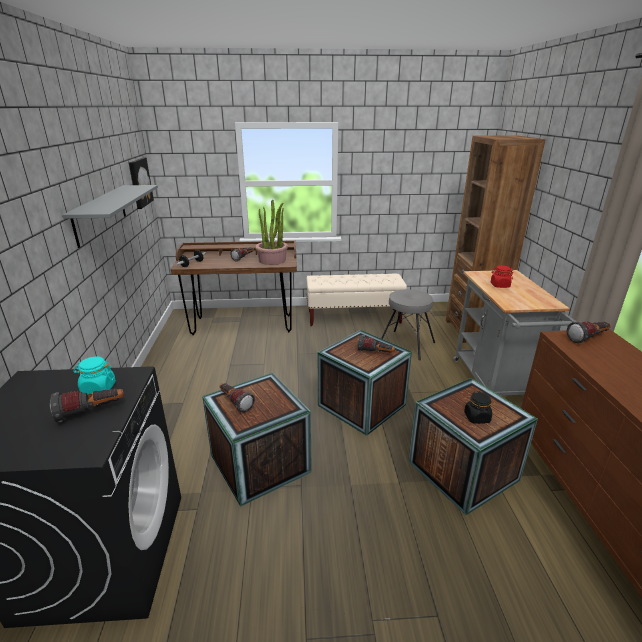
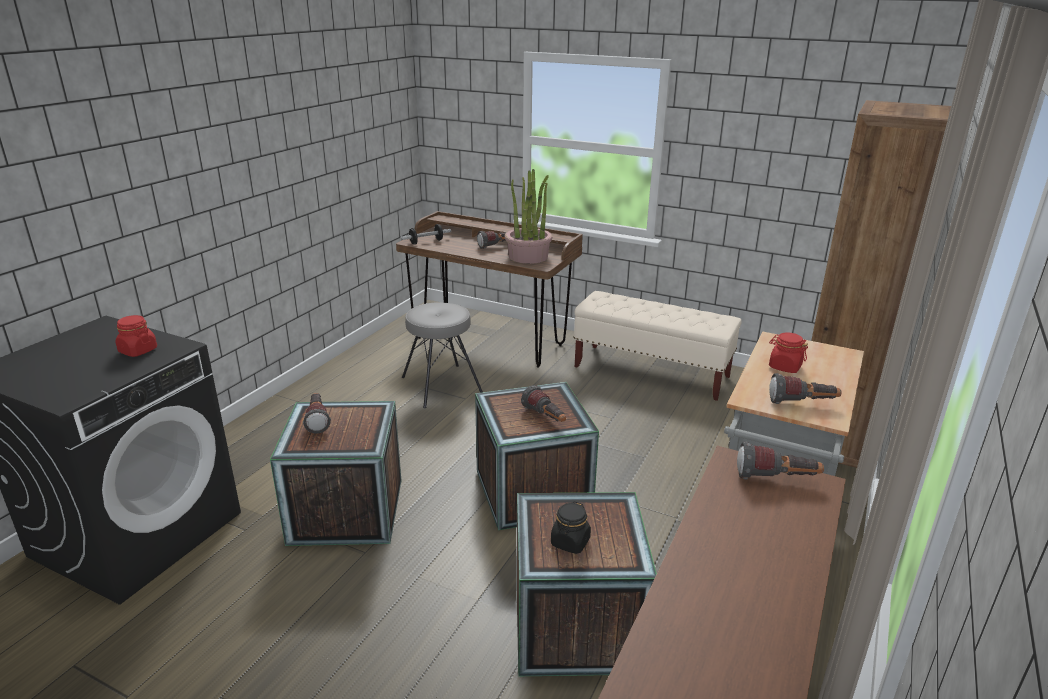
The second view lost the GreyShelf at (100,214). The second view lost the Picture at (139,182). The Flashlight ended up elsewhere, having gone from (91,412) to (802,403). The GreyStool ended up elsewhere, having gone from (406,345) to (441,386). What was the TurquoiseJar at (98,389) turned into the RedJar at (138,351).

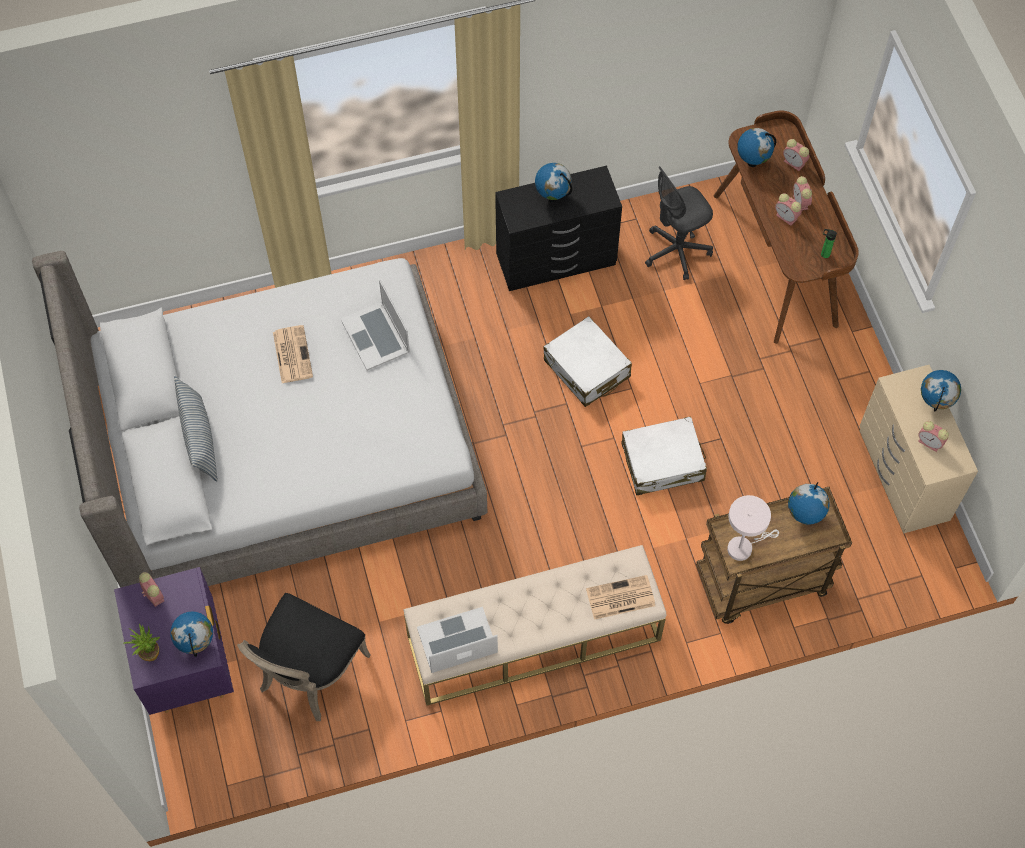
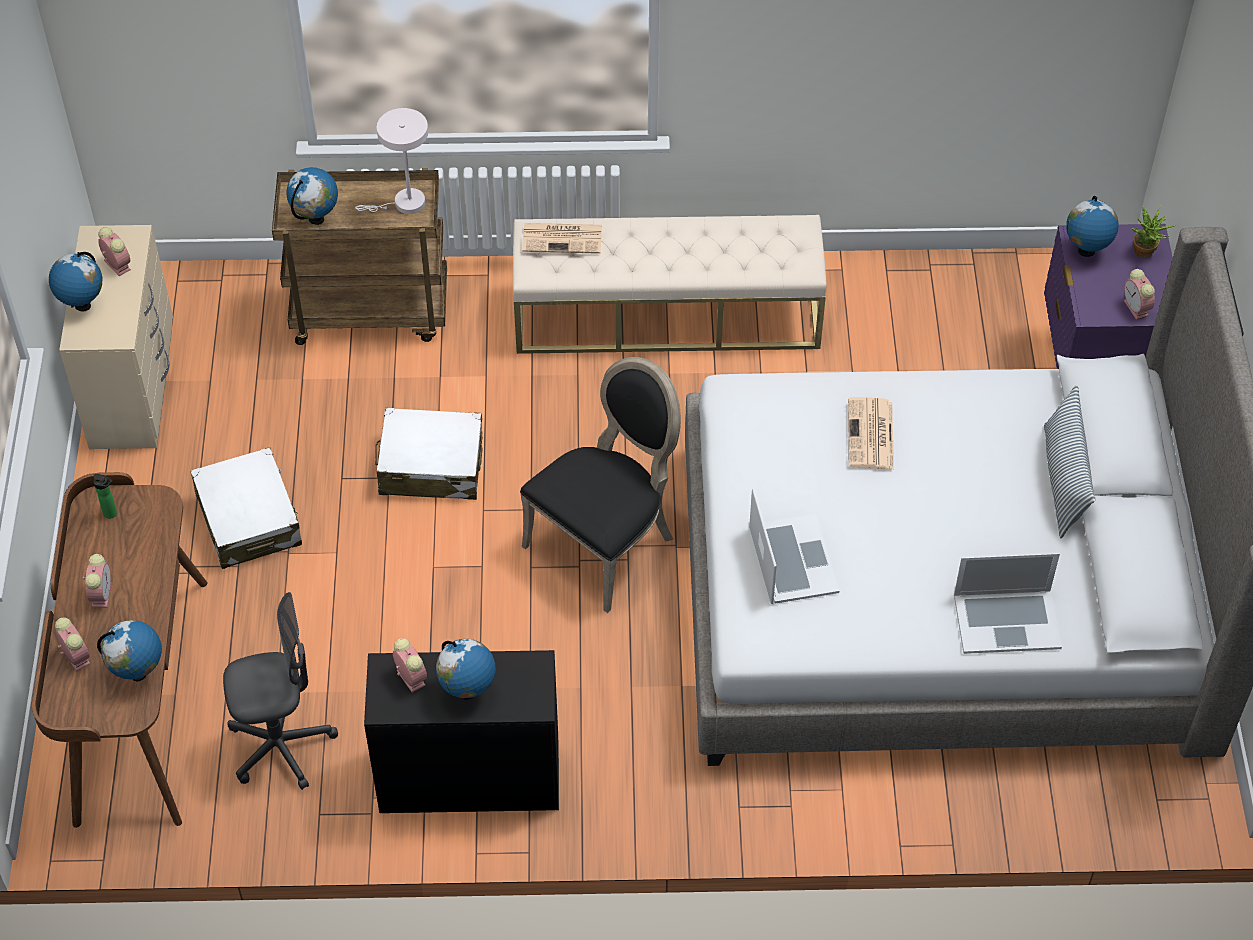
The BlackChair ended up elsewhere, having gone from (309,674) to (606,542). The Newspaper ended up elsewhere, having gone from (292,354) to (871,435). The Laptop ended up elsewhere, having gone from (457,641) to (1006,620). The WhiteSuitcase ended up elsewhere, having gone from (586,369) to (249,519). The AlarmClock ended up elsewhere, having gone from (787,217) to (410,677).

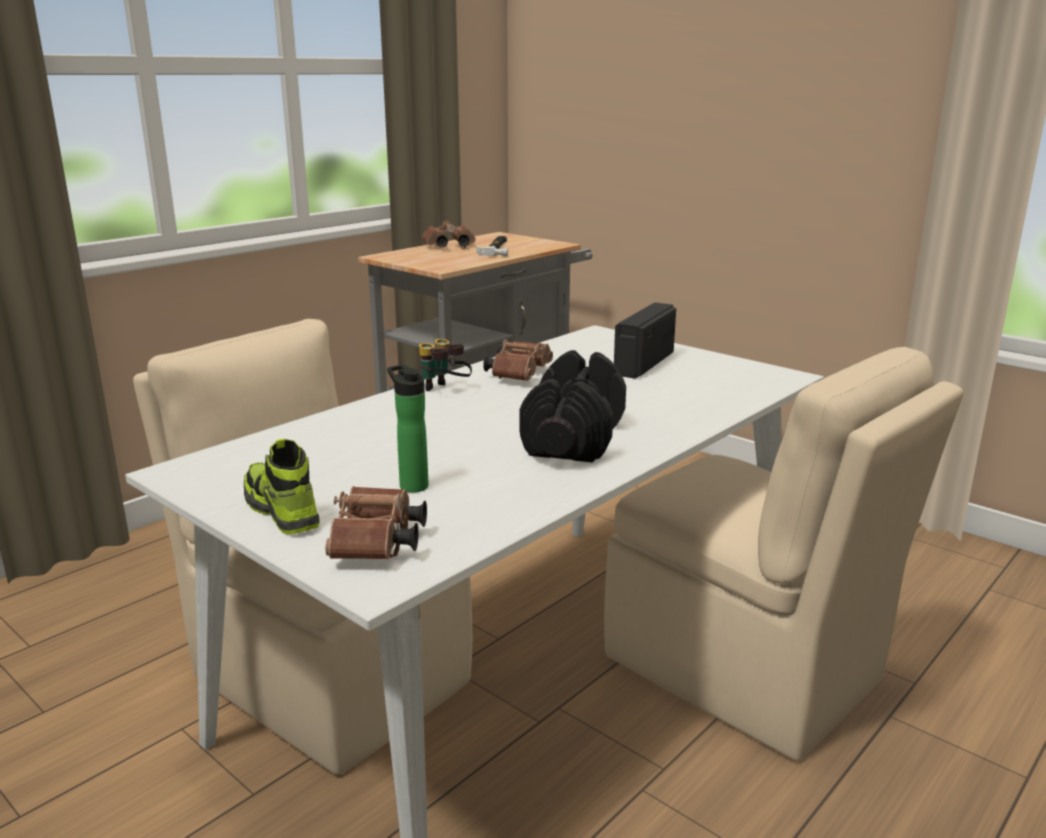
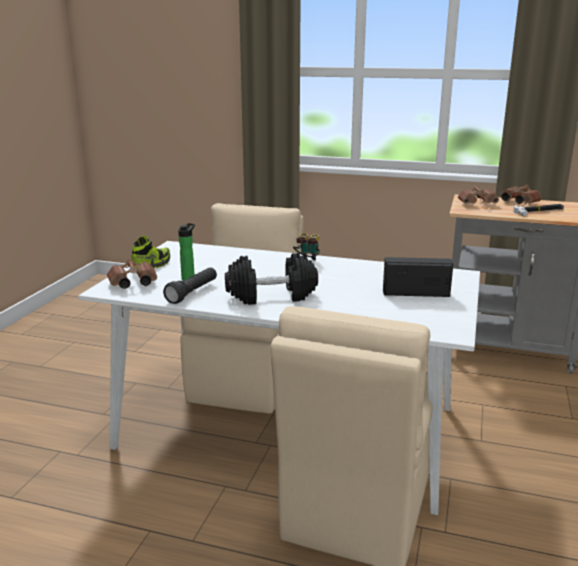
The second view gained the BlackFlashlight at (192,293). The BrownBinoculars ended up elsewhere, having gone from (519,374) to (477,204).

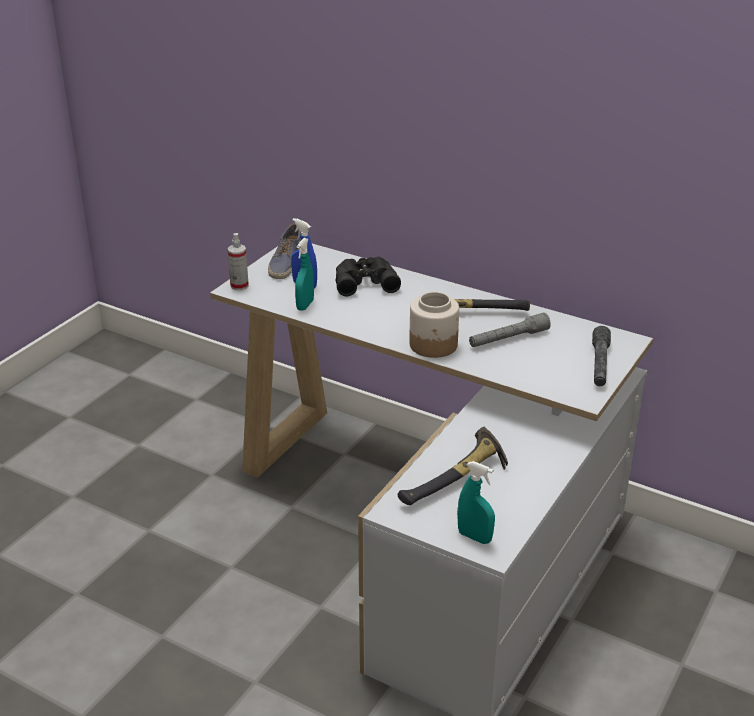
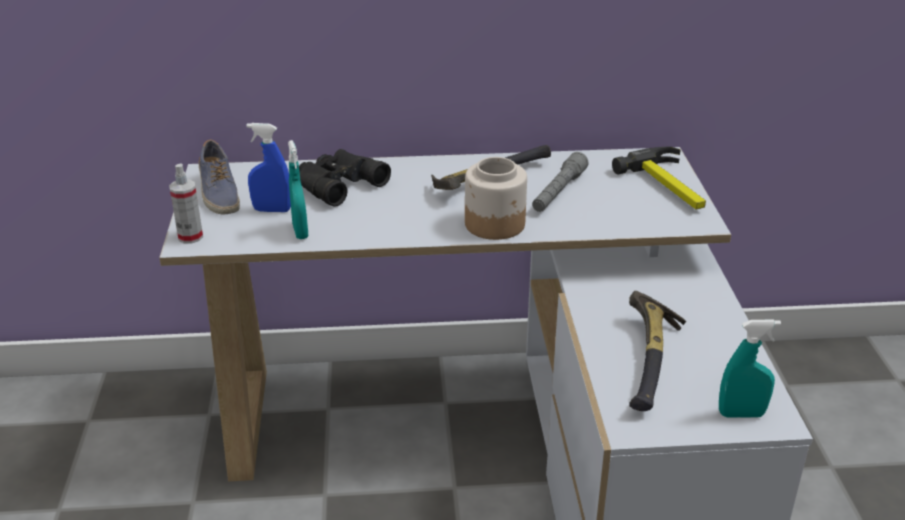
Where the GreyFlashlight stood at (599,364), the Hammer came to stand at (670,186).

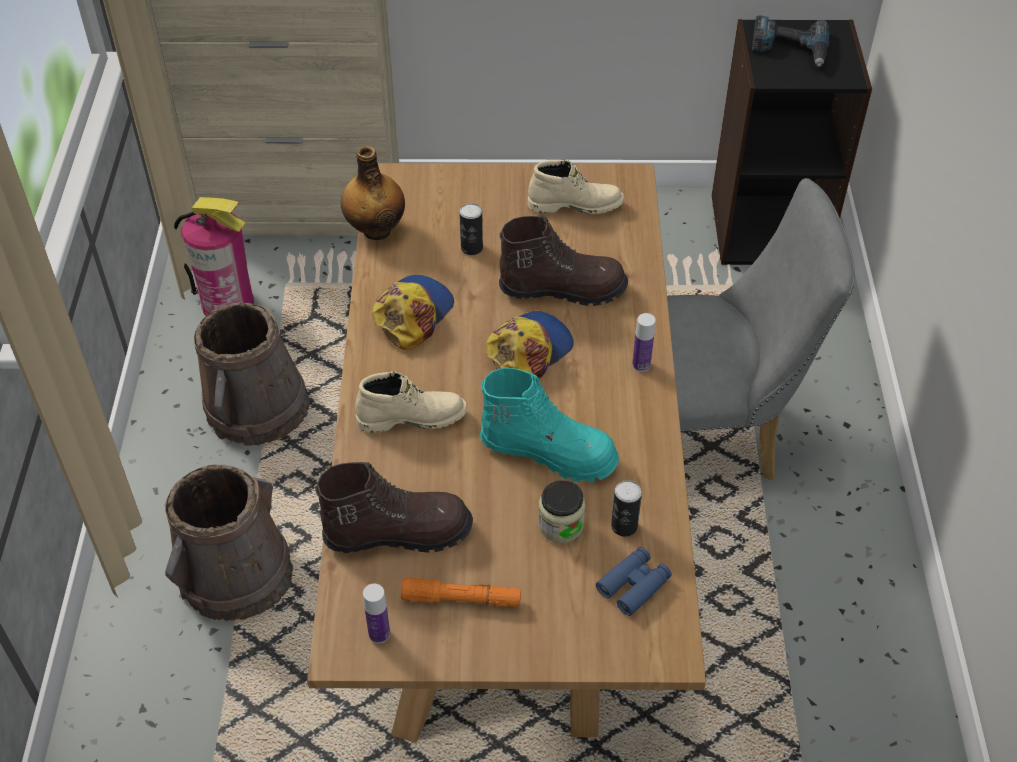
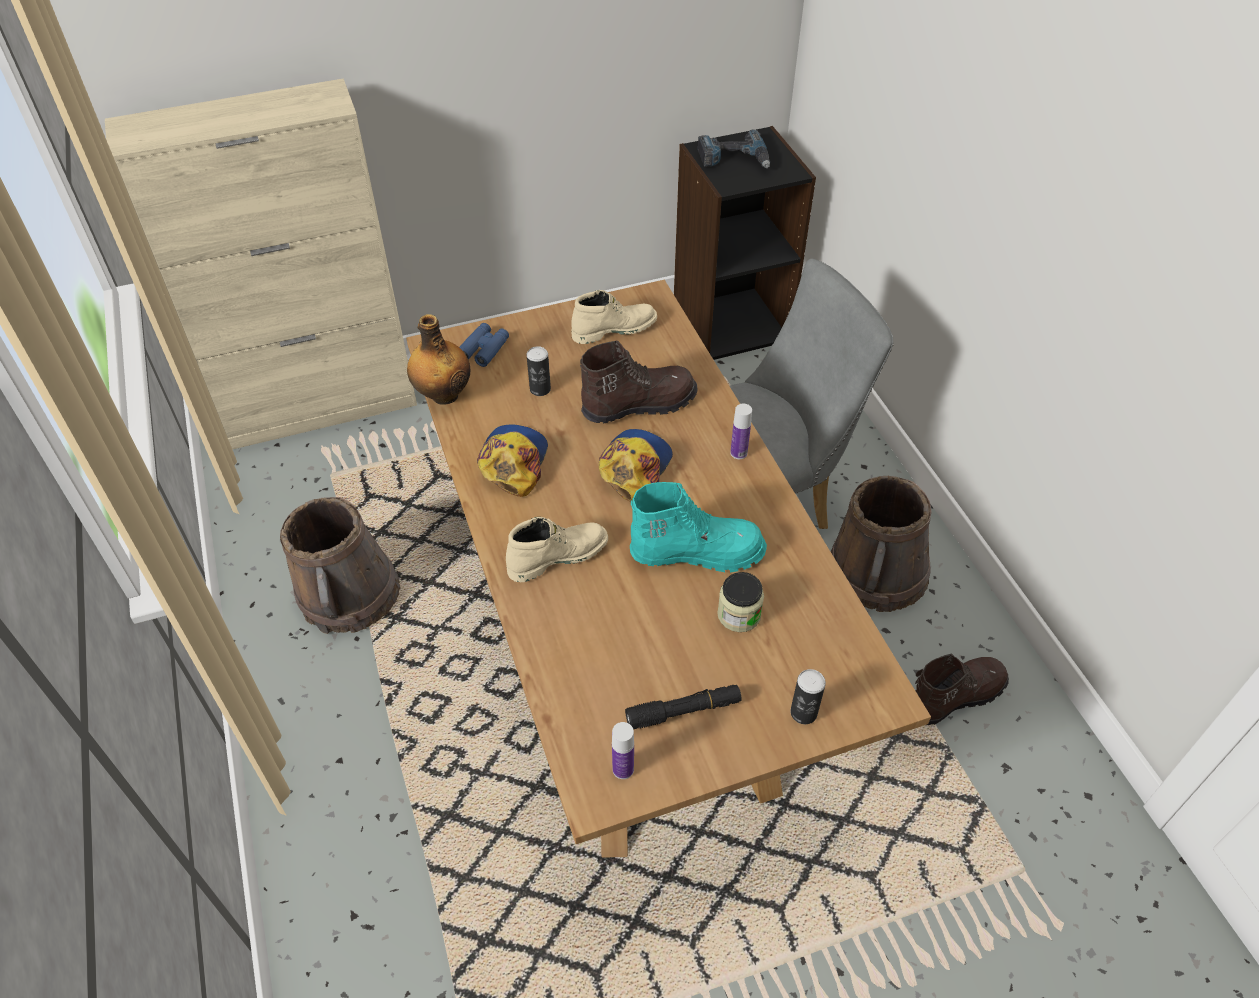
The second view lost the FireExtinguisher at (228,303). The BrownBucket ended up elsewhere, having gone from (236,573) to (877,573). The BrownBoot ended up elsewhere, having gone from (398,532) to (954,696). The BlueBinoculars ended up elsewhere, having gone from (633,585) to (484,349). The Can ended up elsewhere, having gone from (624,526) to (803,712). What was the OrangeFlashlight at (461,599) turned into the BlackFlashlight at (683,711).

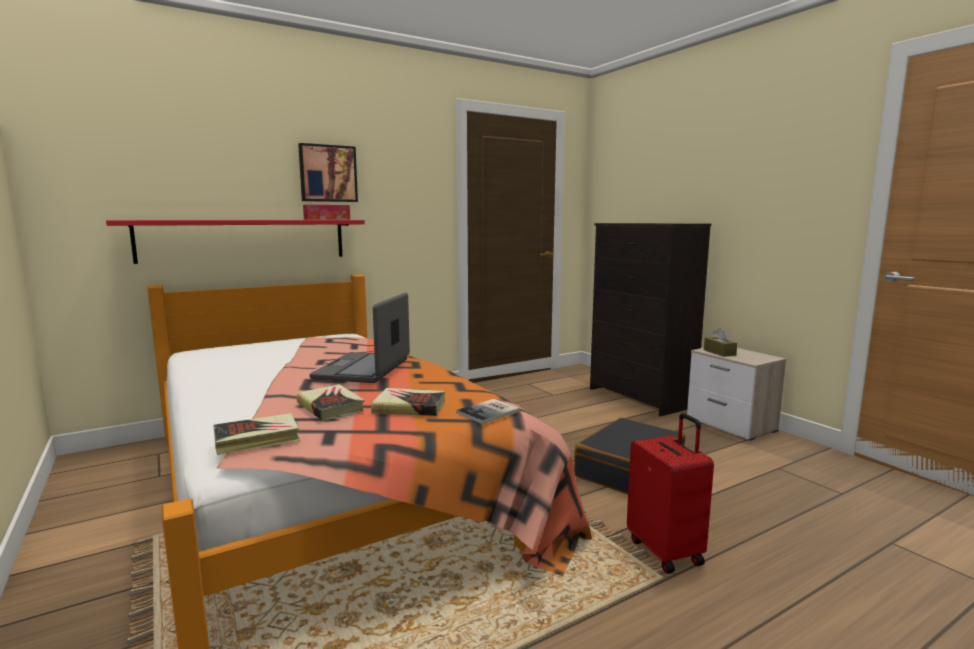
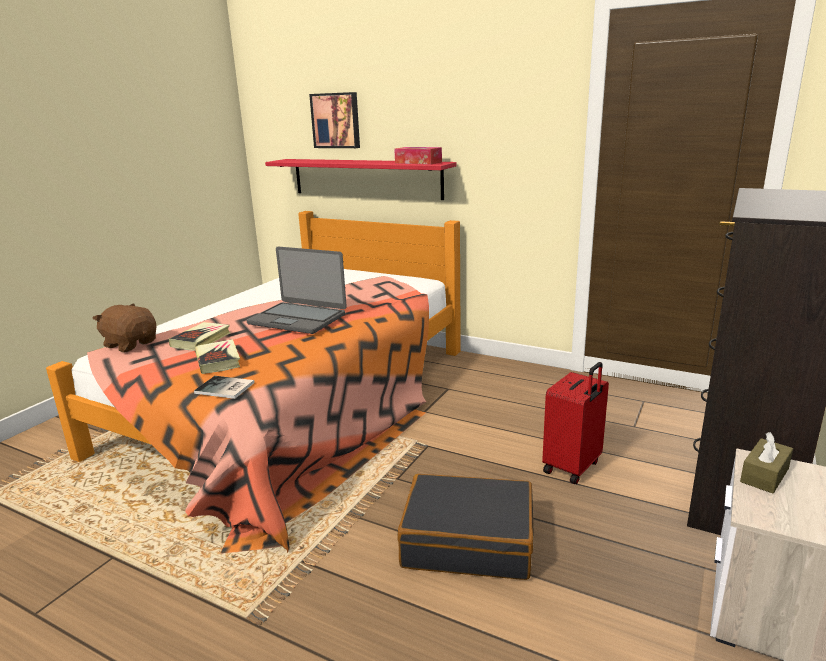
The Picture ended up elsewhere, having gone from (328,173) to (336,120). The RedSuitcase ended up elsewhere, having gone from (666,551) to (573,467). Where the Book stood at (257,439), the BrownPlushToy came to stand at (131,344). The Laptop at (364,369) ended up facing another way, 135 degrees counterclockwise from before.

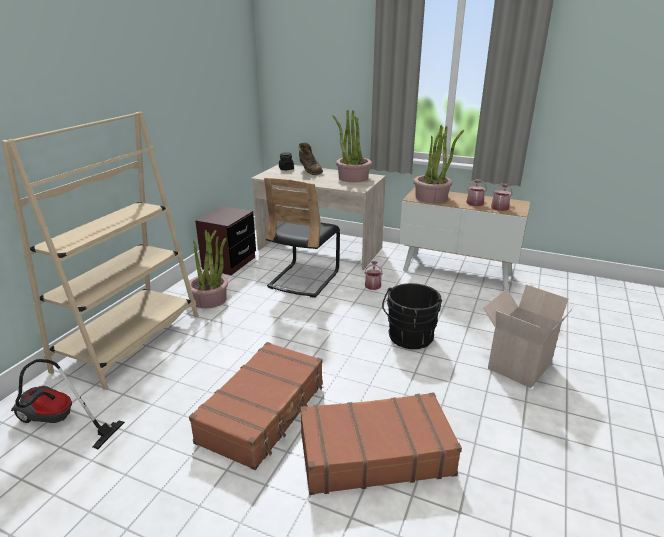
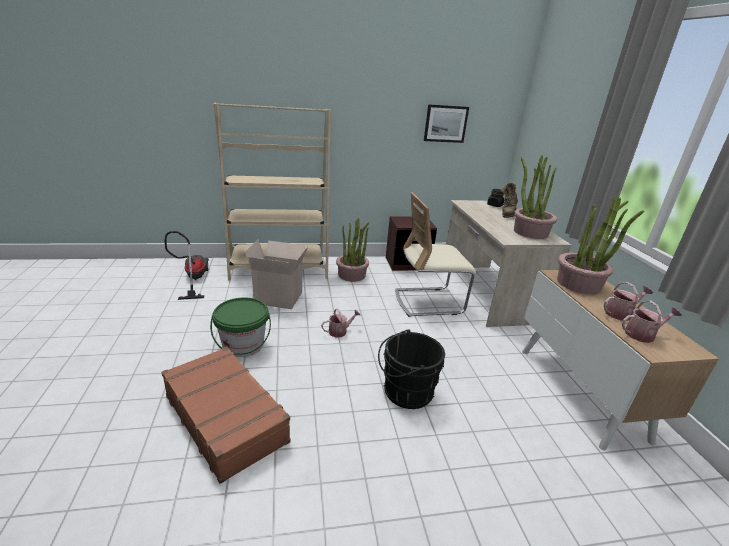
The second view gained the Picture at (445,123). The WateringCan ended up elsewhere, having gone from (373,284) to (340,331). The CardboardBox ended up elsewhere, having gone from (518,364) to (279,297). Where the BrownSuitcase stood at (264,412), the GreenBucket came to stand at (243,345). What was the BlackChair at (304,279) turned into the BeigeChair at (428,302).

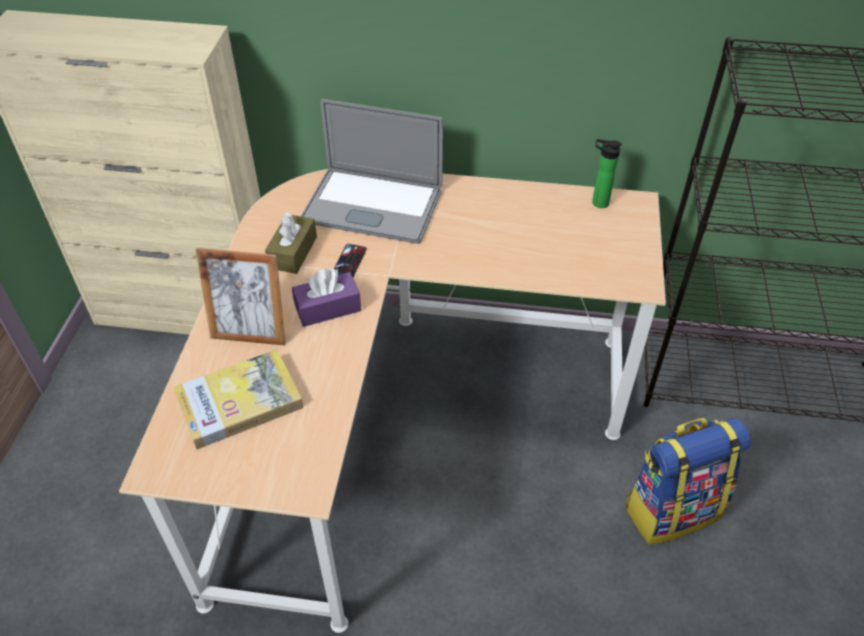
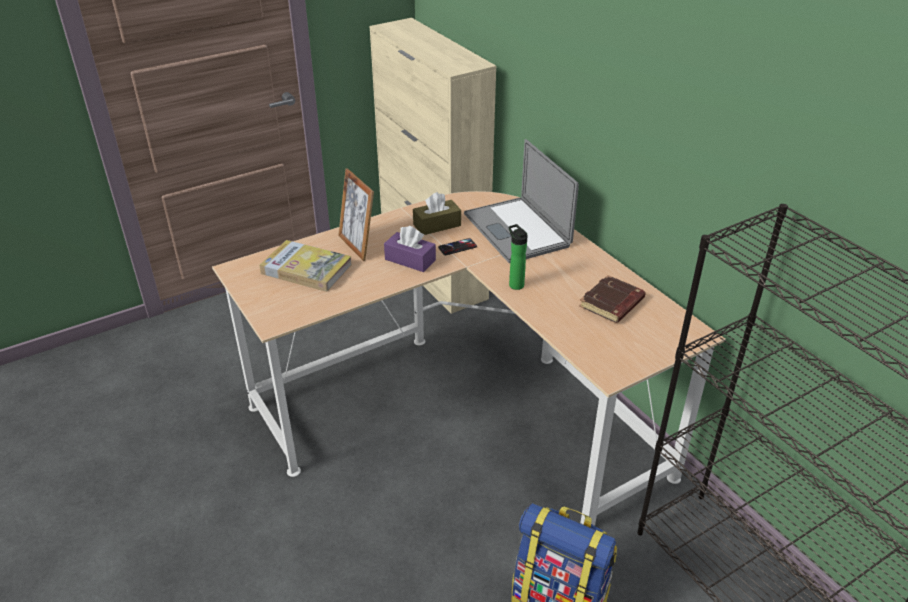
The second view gained the BrownBook at (612,304). The Bottle ended up elsewhere, having gone from (597,202) to (515,284).

